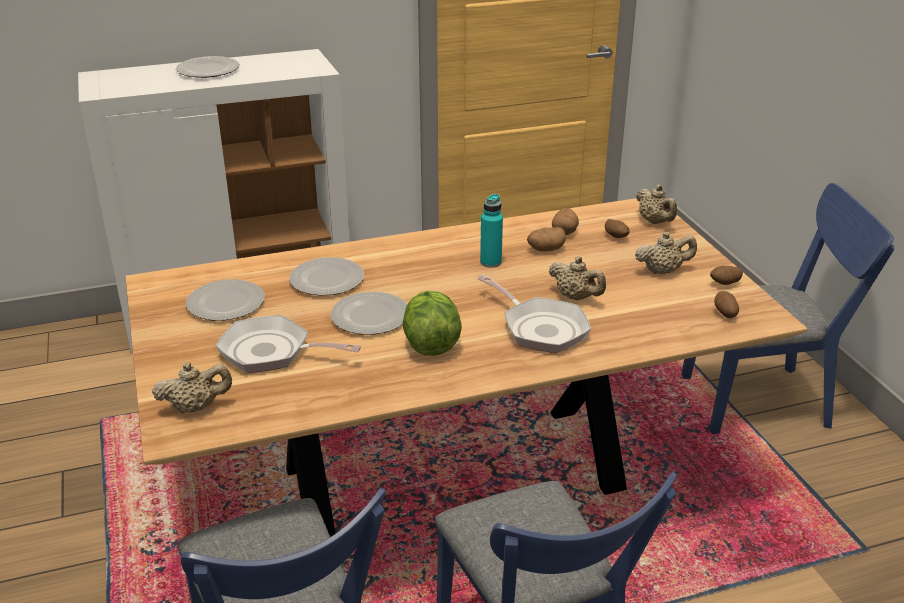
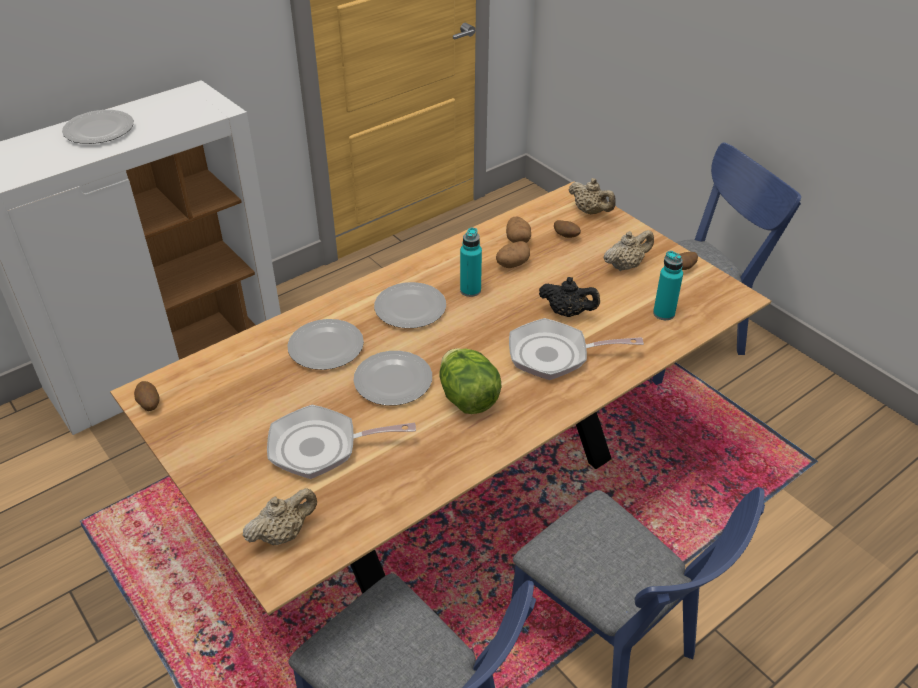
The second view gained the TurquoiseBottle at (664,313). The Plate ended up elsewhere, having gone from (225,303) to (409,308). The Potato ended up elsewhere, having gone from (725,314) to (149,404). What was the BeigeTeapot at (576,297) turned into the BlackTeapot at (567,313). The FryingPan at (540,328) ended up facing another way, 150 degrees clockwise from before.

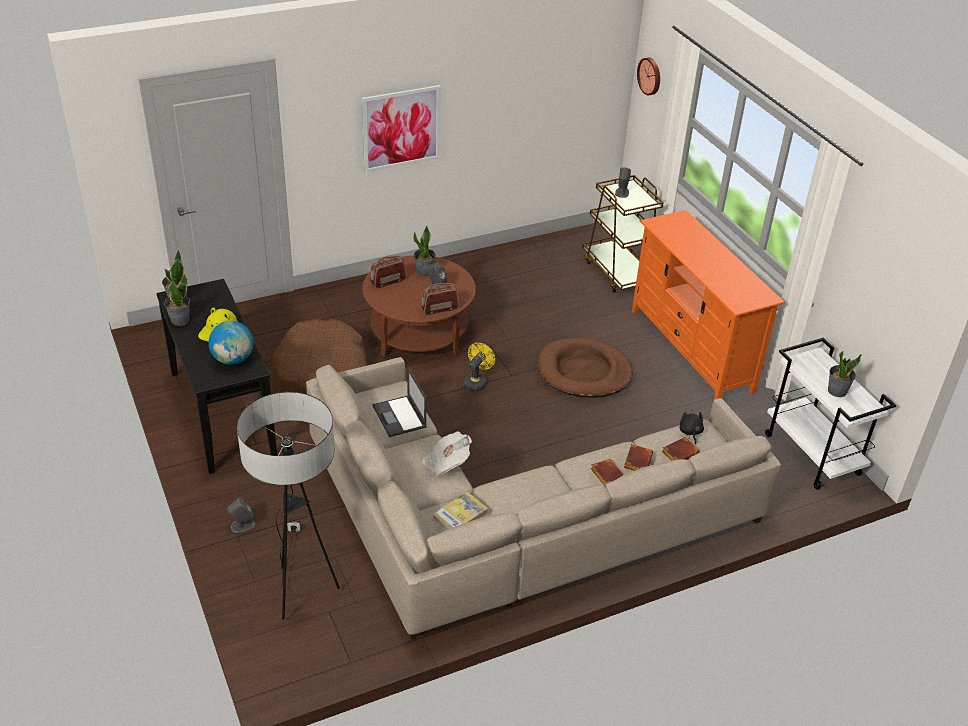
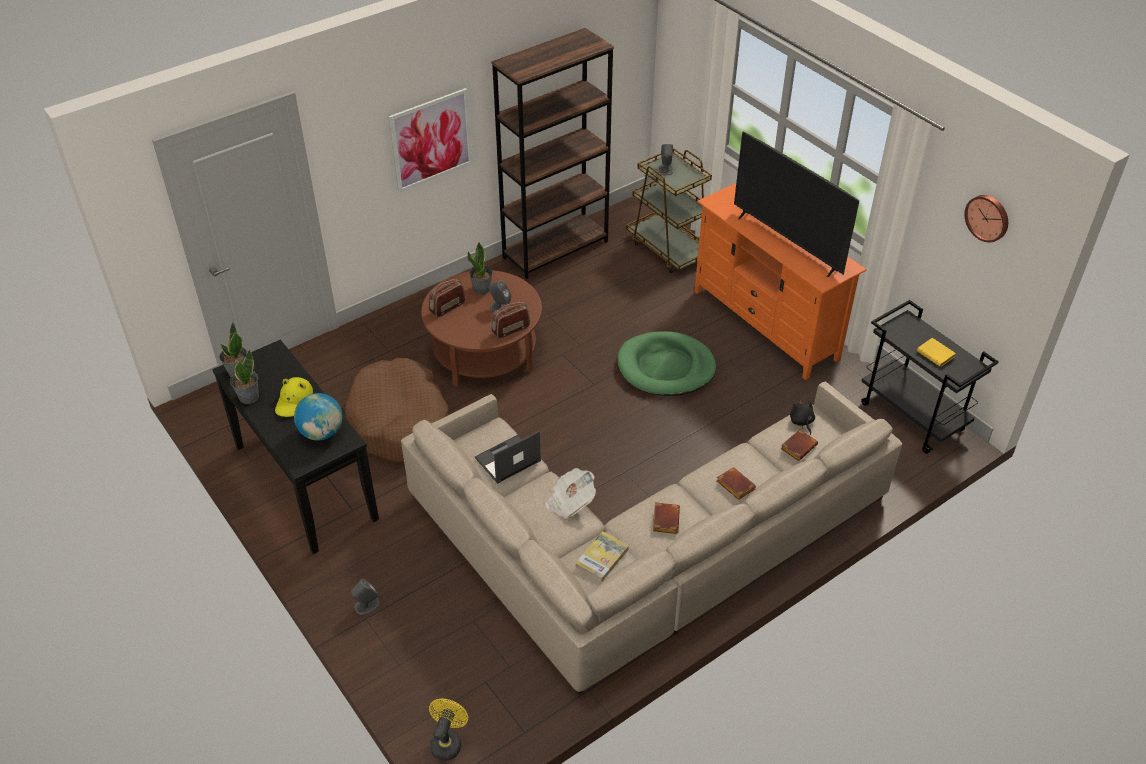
The second view lost the FloorLamp at (301,591). The second view gained the BrownBookcase at (556,249). The second view gained the Television at (787,243). The YellowFan ended up elsewhere, having gone from (476,382) to (447,741). The BrownBook ended up elsewhere, having gone from (637,460) to (664,519). The WallClock ended up elsewhere, having gone from (650,76) to (988,217). Where the PottedPlant stood at (837,391), the YellowBook came to stand at (936,355). What was the BrownDogBed at (584,372) turned into the GreenDogBed at (666,367). What was the WhiteCart at (813,455) turned into the BlackCart at (913,417). The Laptop at (400,417) ended up facing another way, 90 degrees clockwise from before.

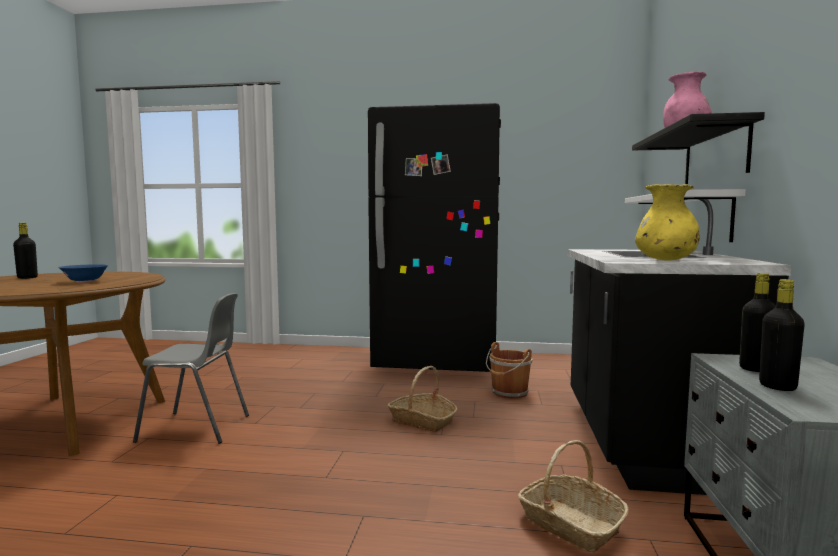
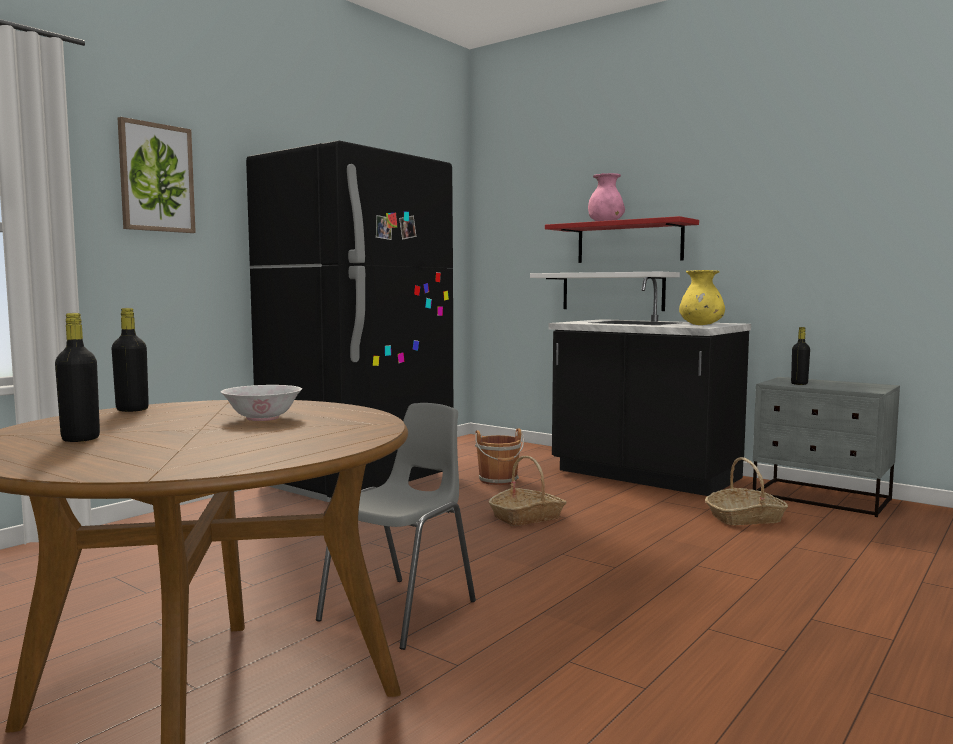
The second view gained the Picture at (156,178). The BlackBottle ended up elsewhere, having gone from (777,386) to (132,410). What was the BlueBowl at (85,281) turned into the WhiteBowl at (263,418). What was the BlackShelf at (715,155) turned into the RedShelf at (629,242).

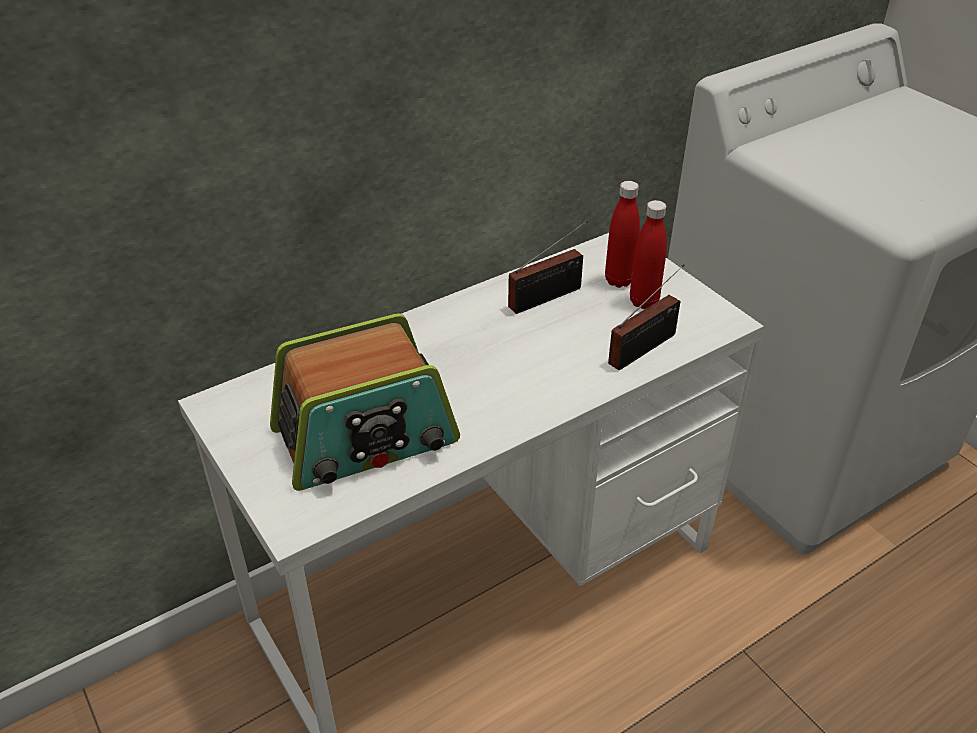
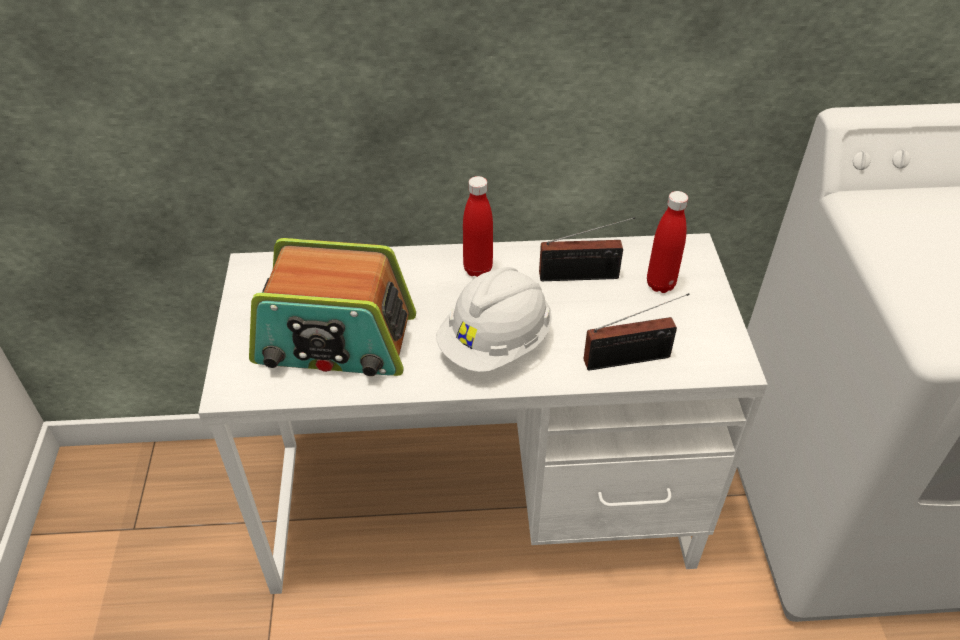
The second view gained the WhiteHardHat at (496,344). The RedBottle ended up elsewhere, having gone from (644,302) to (478,269).

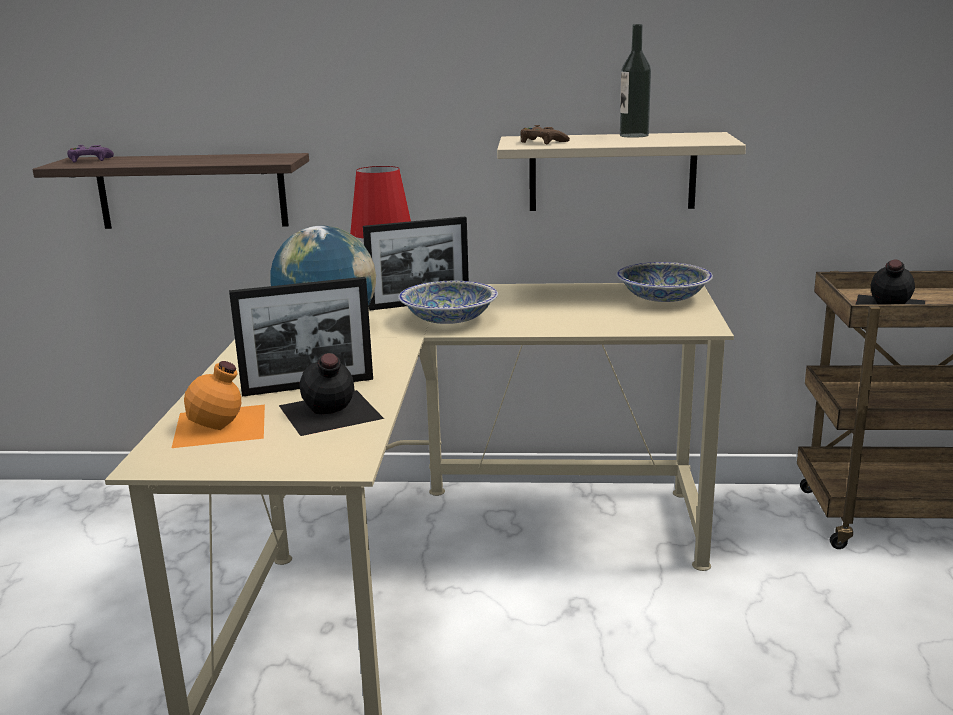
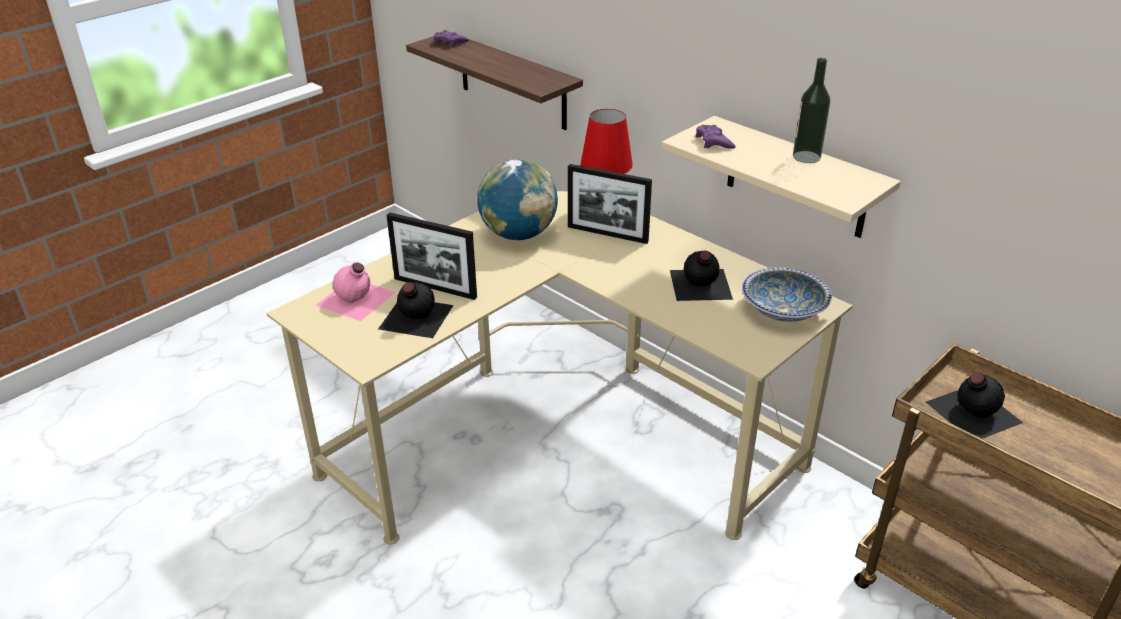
The second view lost the Bowl at (449,319). The second view gained the BlackBottle at (699,285). What was the OrangeBottle at (221,425) turned into the PinkBottle at (356,299). What was the BrownGameController at (542,142) turned into the PurpleGameController at (713,142).

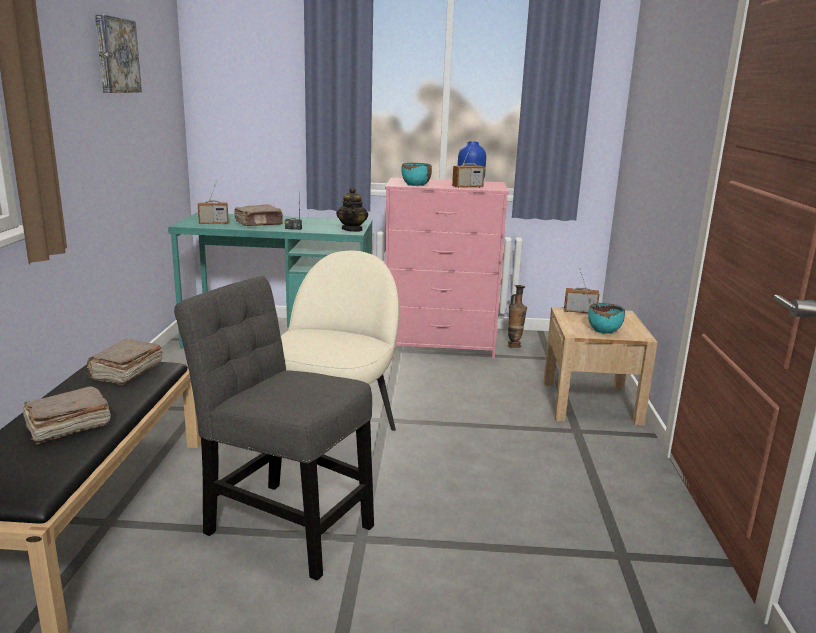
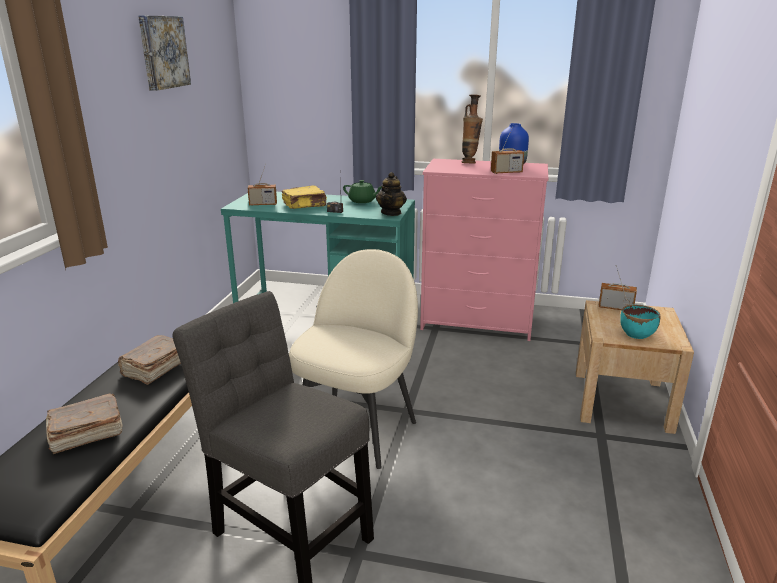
The second view lost the TurquoiseBowl at (416,185). The second view gained the GreenTeapot at (362,201). The Vase ended up elsewhere, having gone from (514,346) to (469,163). What was the BrownBook at (259,224) turned into the YellowBook at (305,205).

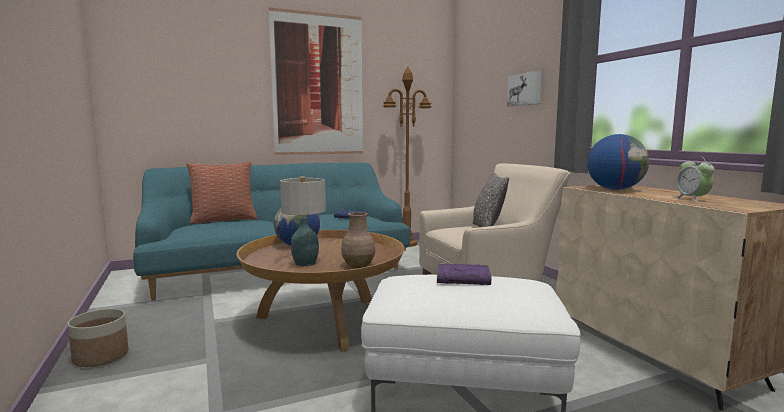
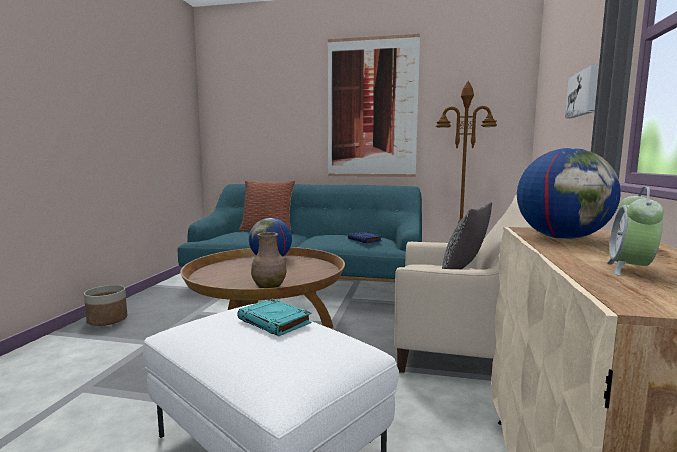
The second view lost the TableLamp at (305,263). What was the PurpleBook at (463,278) turned into the TurquoiseBook at (275,322).

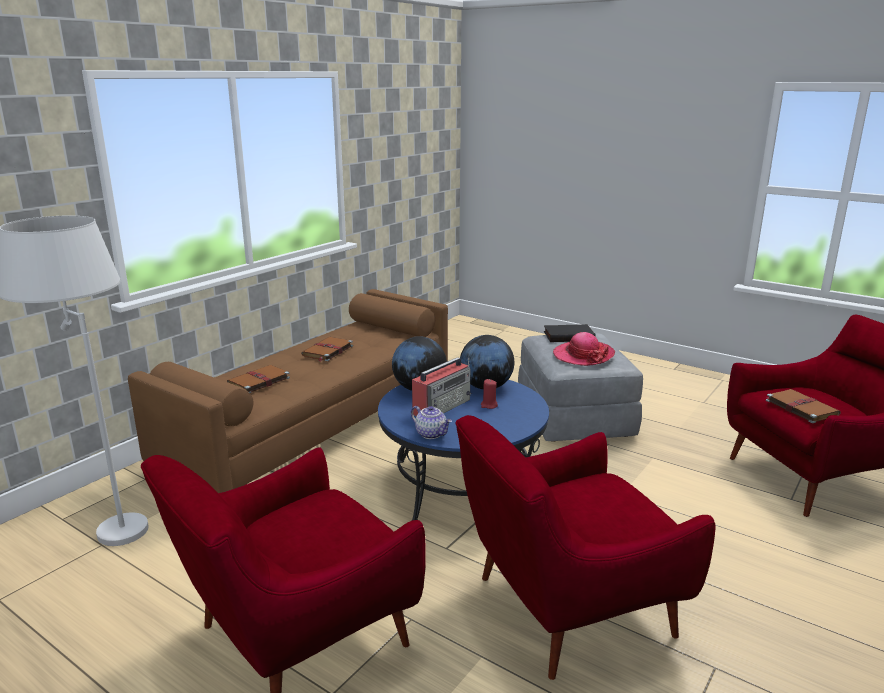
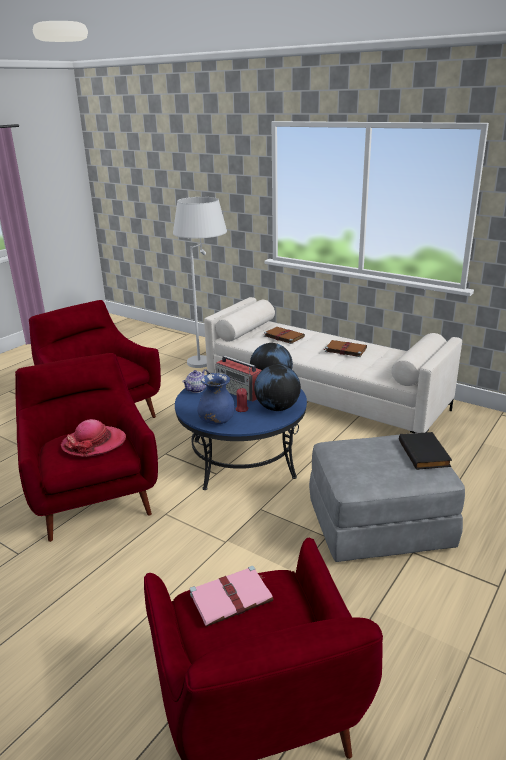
The second view gained the BlueVase at (217,421). The Hat ended up elsewhere, having gone from (583,355) to (94,443). What was the BrownSofa at (315,425) turned into the WhiteSofa at (325,396). What was the BrownBook at (800,407) turned into the PinkBook at (232,597).

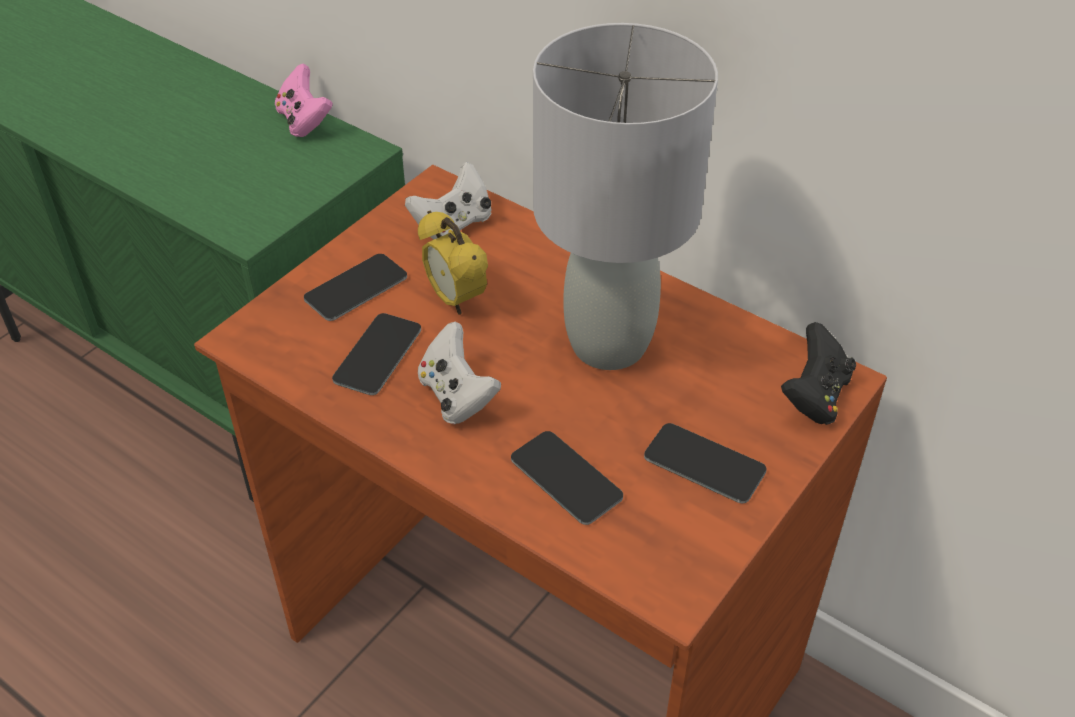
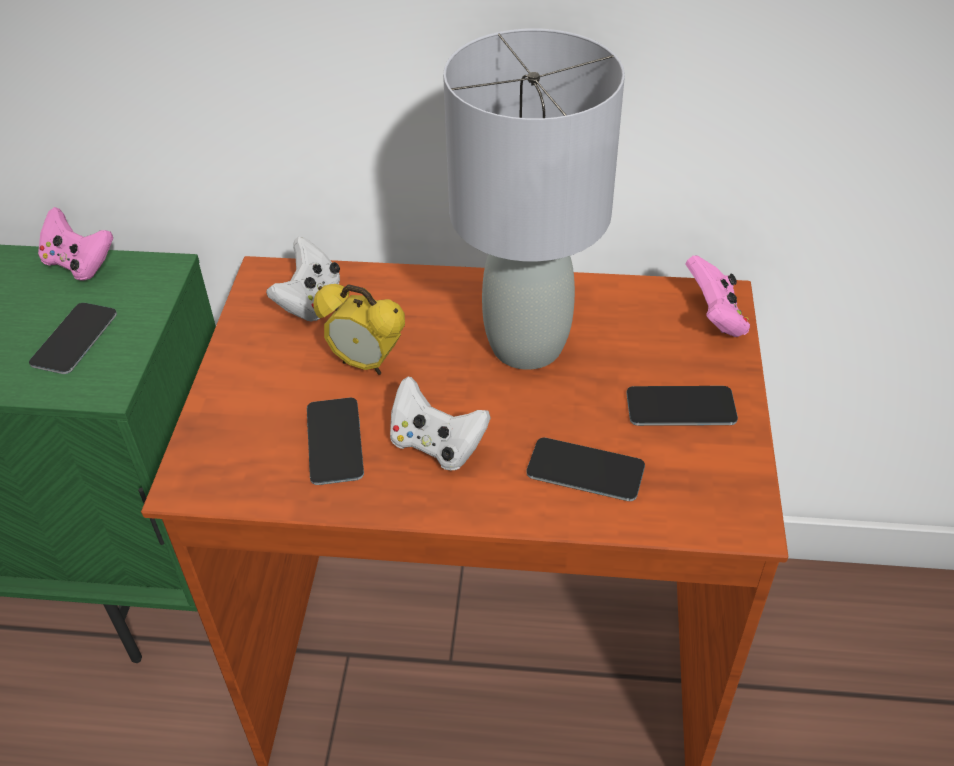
The Phone ended up elsewhere, having gone from (356,288) to (74,339). What was the BlackGameController at (814,396) turned into the PinkGameController at (715,318).

